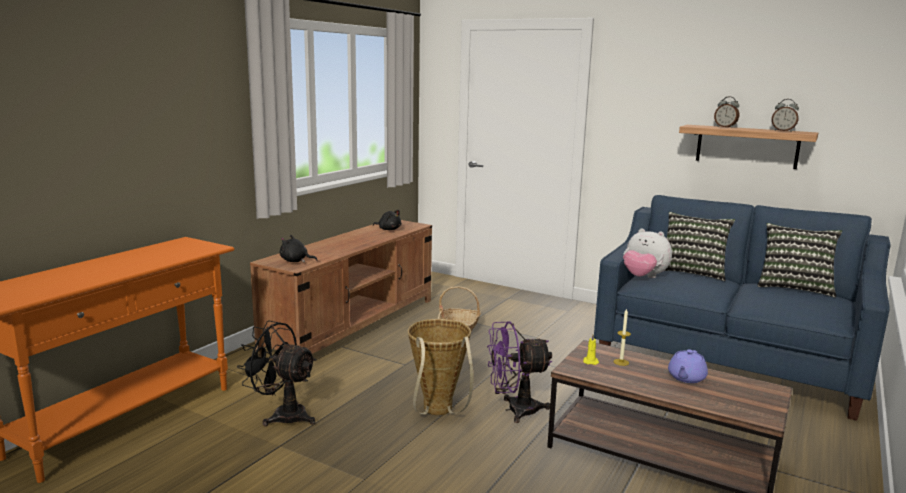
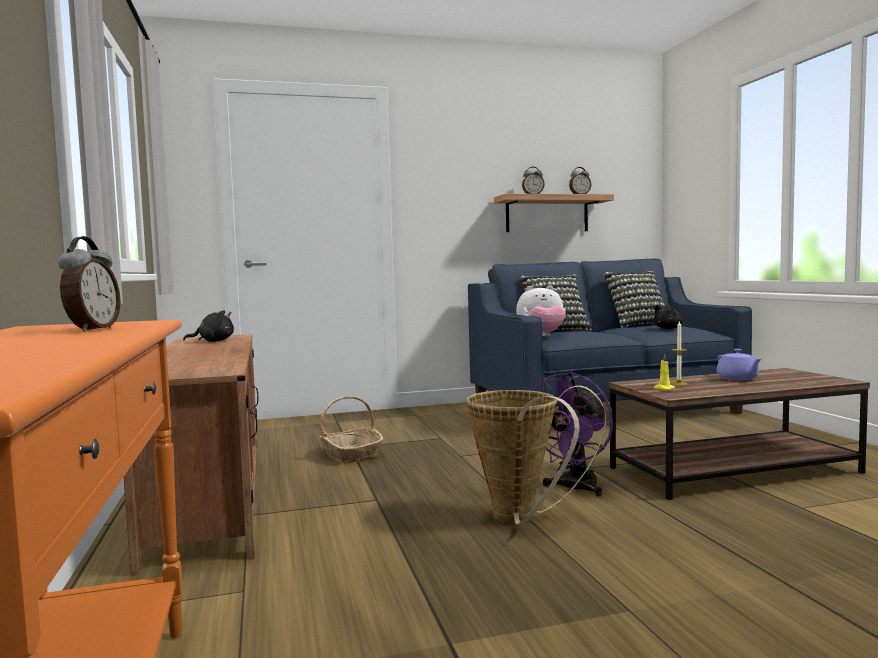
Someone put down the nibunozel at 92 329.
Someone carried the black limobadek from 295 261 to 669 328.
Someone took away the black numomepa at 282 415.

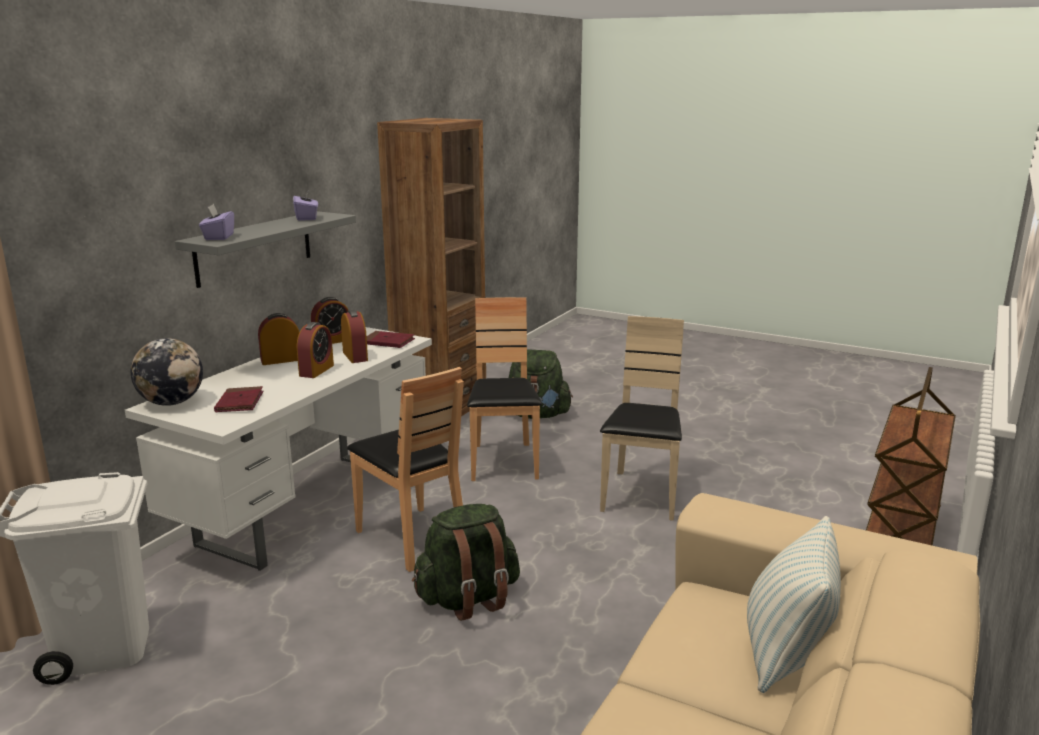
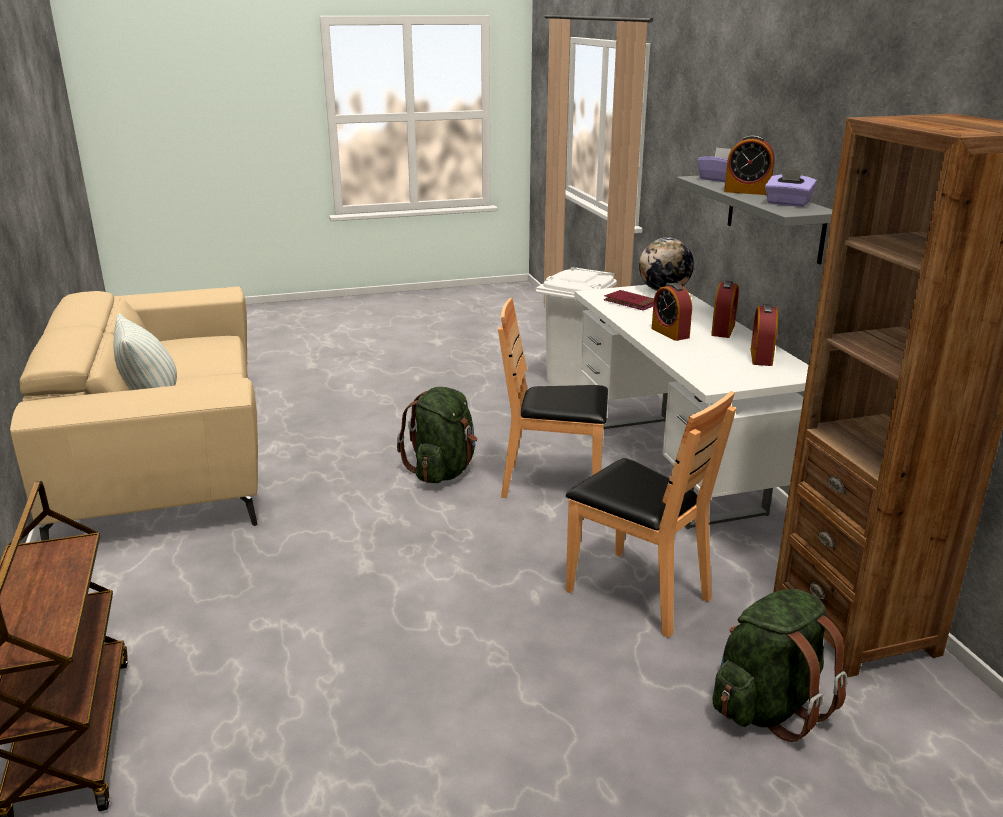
Someone carried the nibunozel from 355 356 to 747 192.
Someone took away the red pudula at 388 342.
Someone took away the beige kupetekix at 641 495.

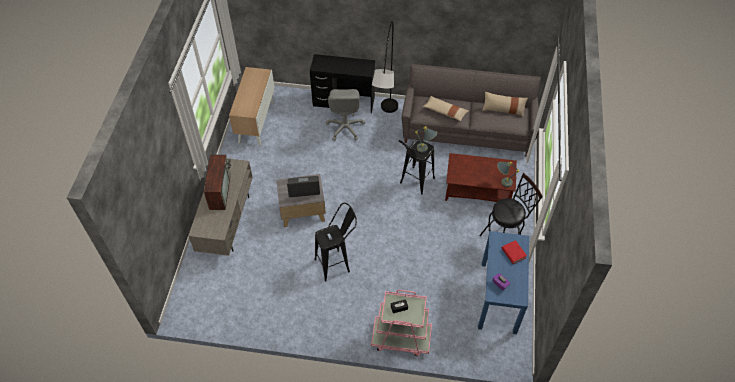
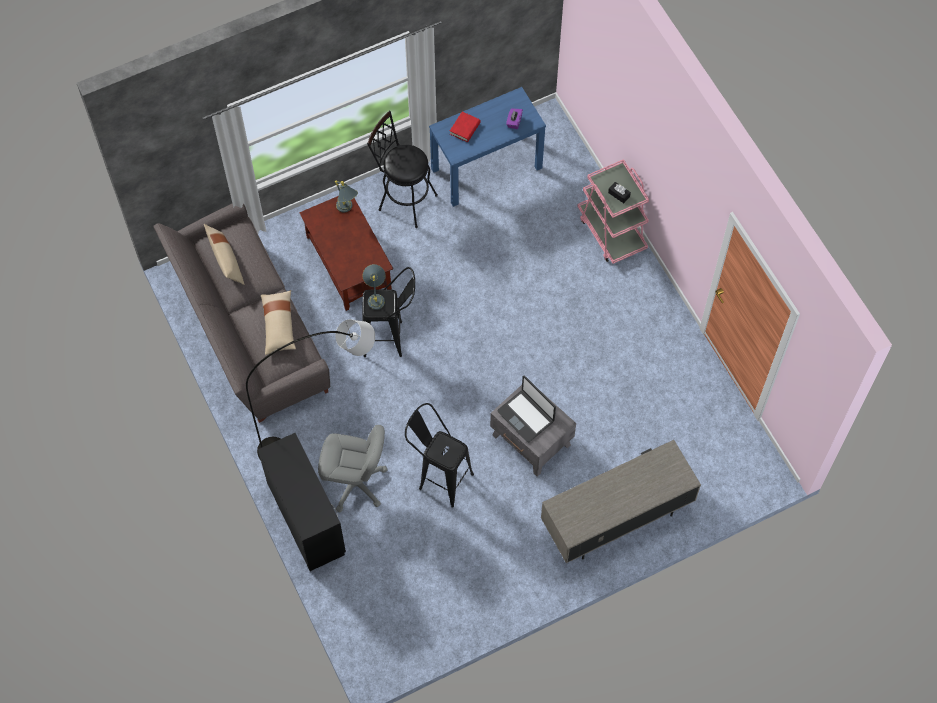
Someone rotated the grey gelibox at 345 128 by 45 degrees clockwise.
Someone carried the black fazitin from 337 263 to 439 477.
Someone took away the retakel at 220 190.
Someone took away the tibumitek at 256 121.

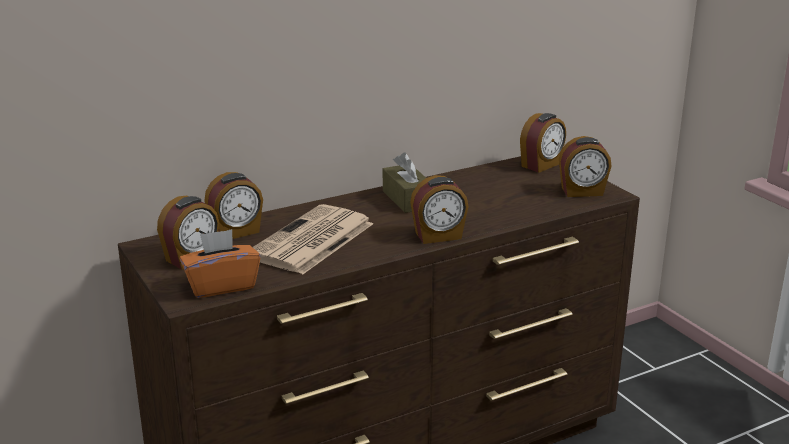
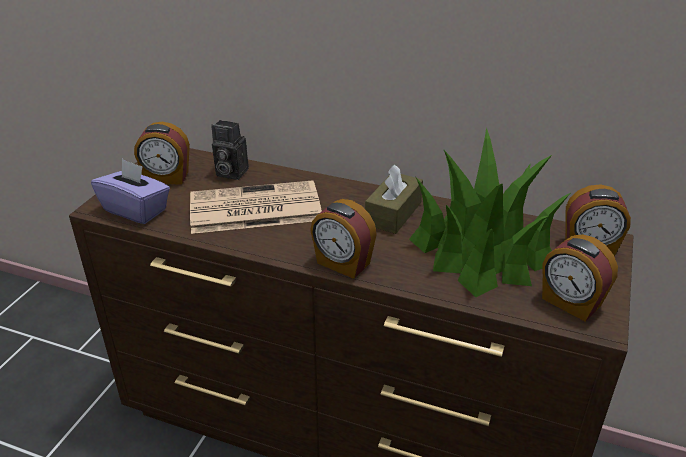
Someone repainted the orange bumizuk at 221 285, which became the purple bumizuk at 136 210.
Someone swapped the nibunozel at 236 232 for the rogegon at 229 173.
Someone put down the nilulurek at 481 250.

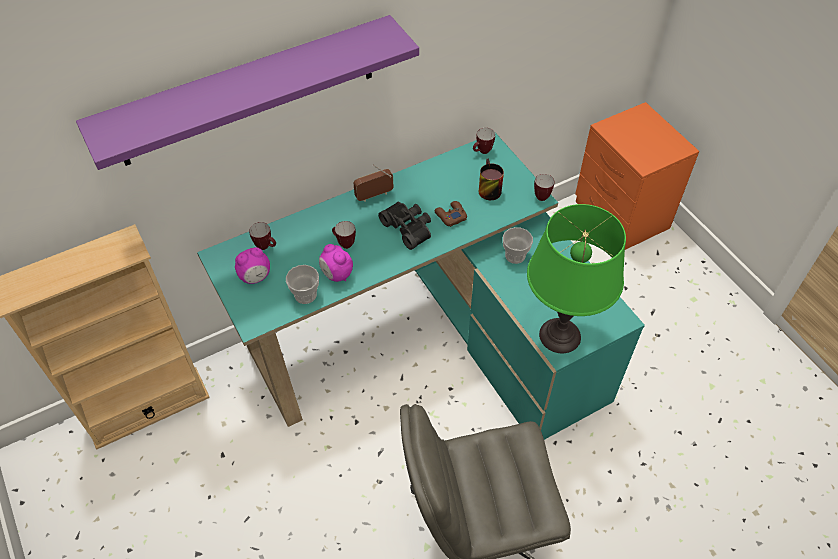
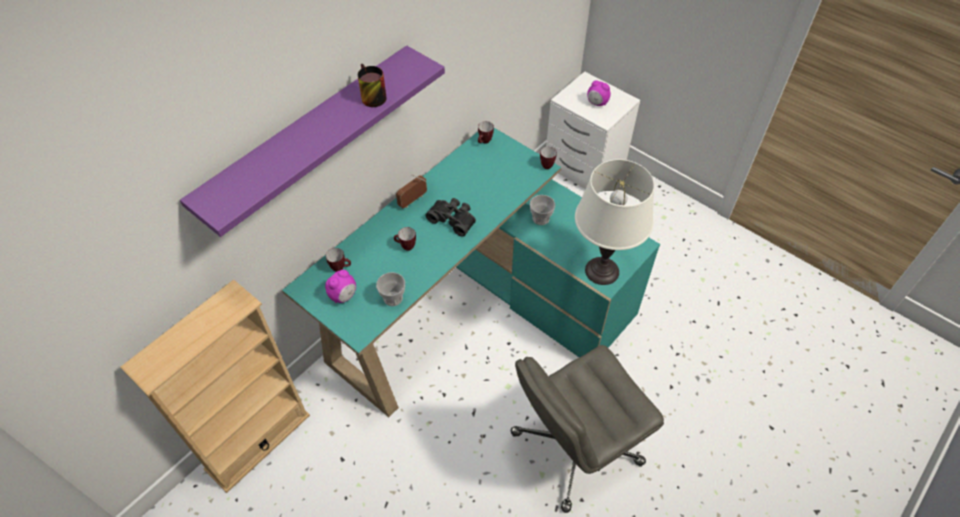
Someone carried the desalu from 487 188 to 370 96.
Someone repainted the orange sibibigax at 621 216, which became the white sibibigax at 585 168.
Someone repainted the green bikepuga at 559 336, which became the white bikepuga at 602 271.
Someone carried the nibunozel from 336 275 to 597 103.
Someone took away the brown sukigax at 450 216.

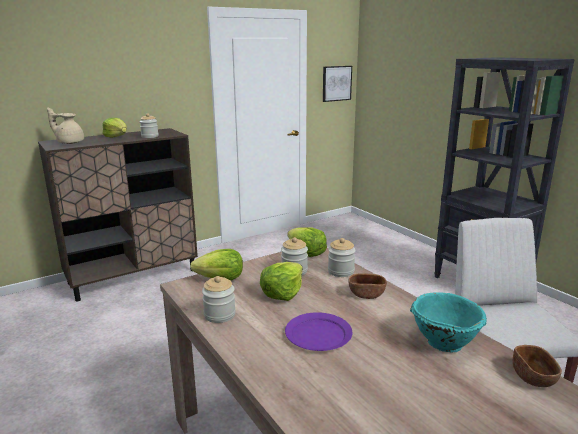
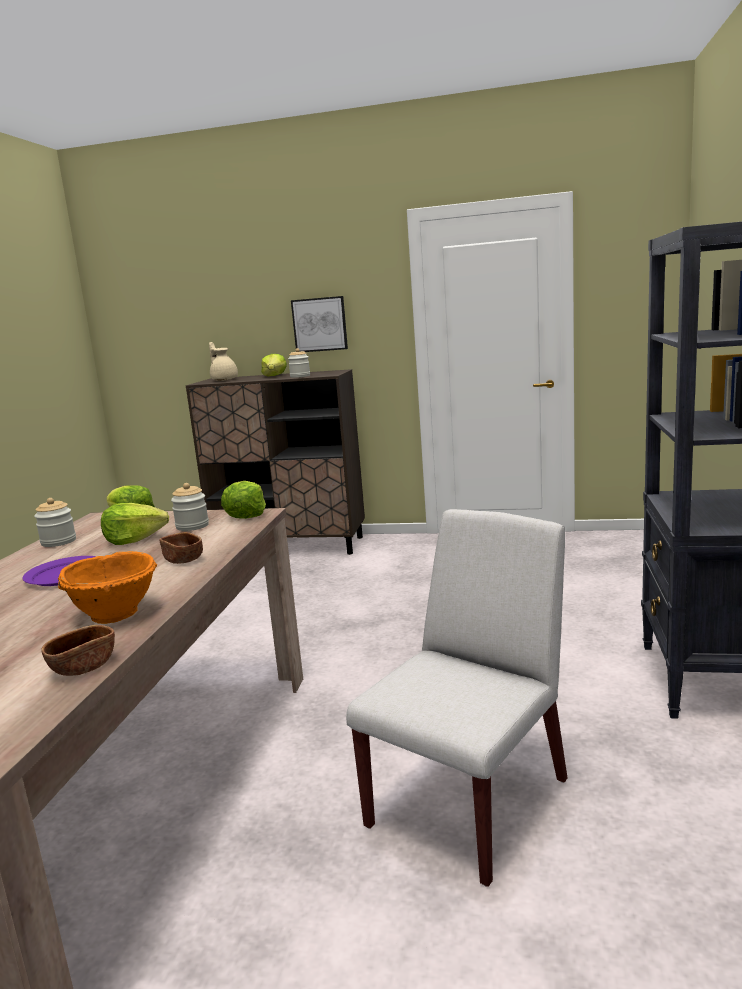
Someone repainted the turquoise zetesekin at 444 342, which became the orange zetesekin at 116 613.
Someone carried the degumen from 336 83 to 320 324.
Someone took away the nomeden at 341 271.

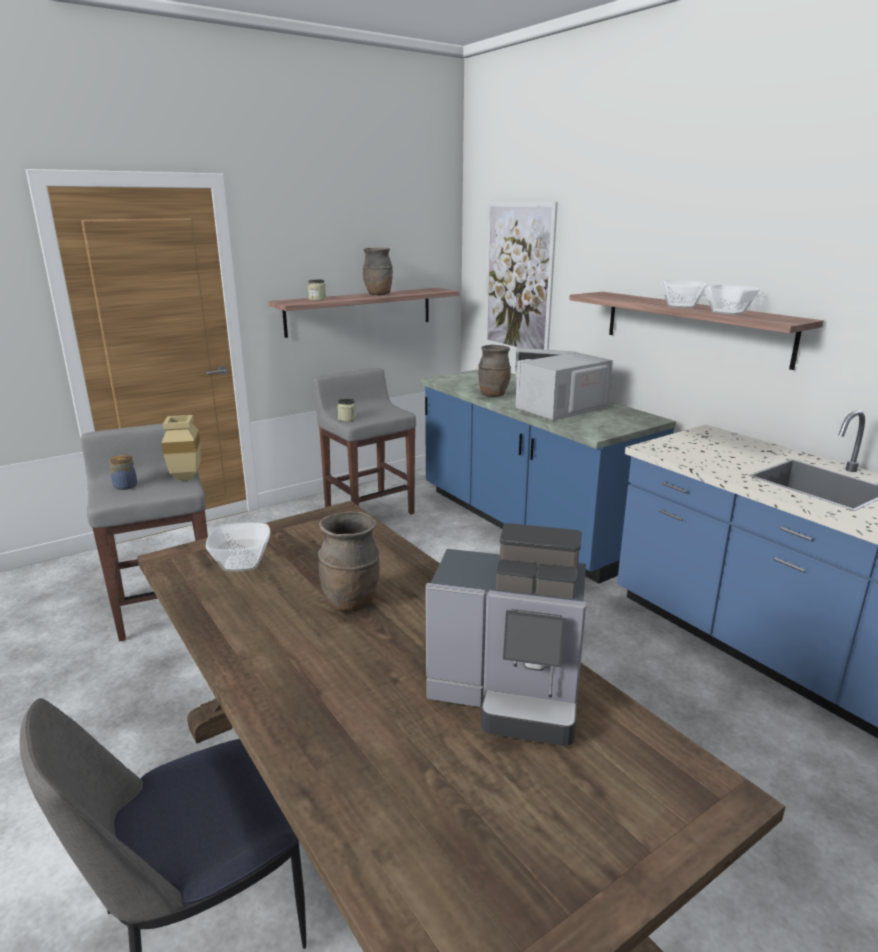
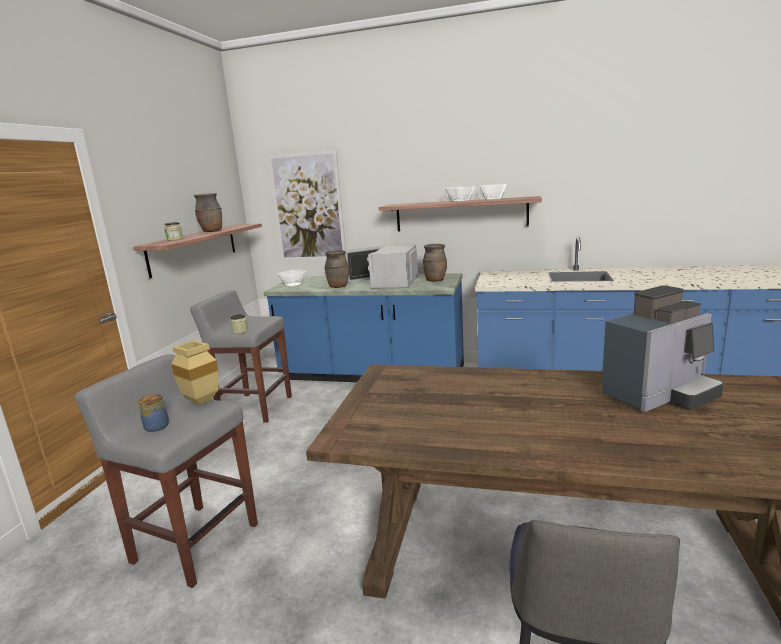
Someone carried the zetesekin from 242 564 to 293 285.
Someone carried the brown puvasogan from 352 603 to 435 280.

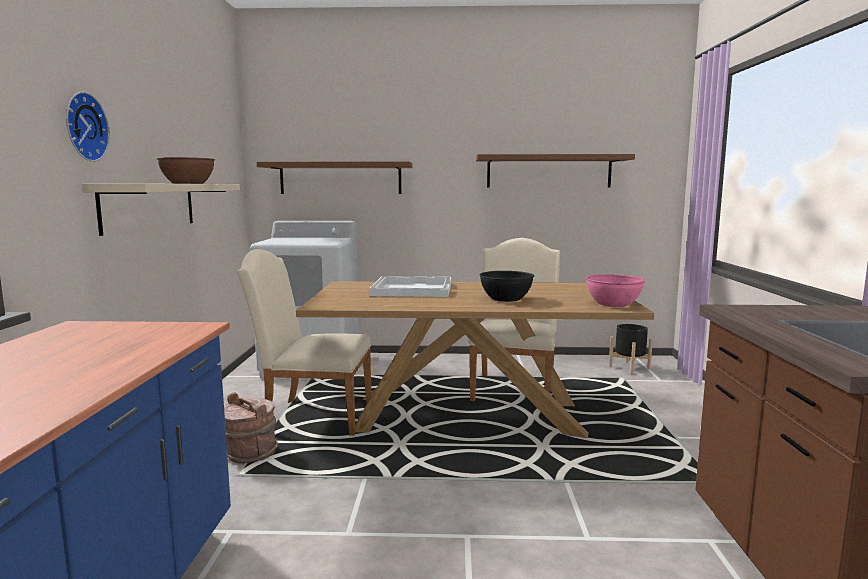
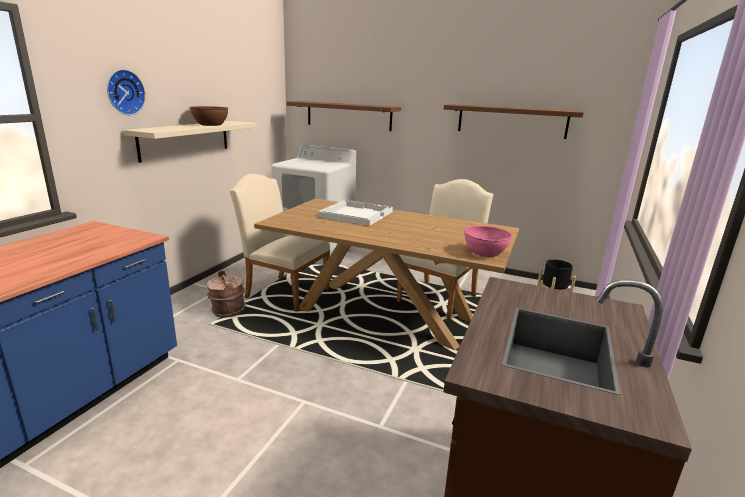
Someone took away the black zetesekin at 506 299.

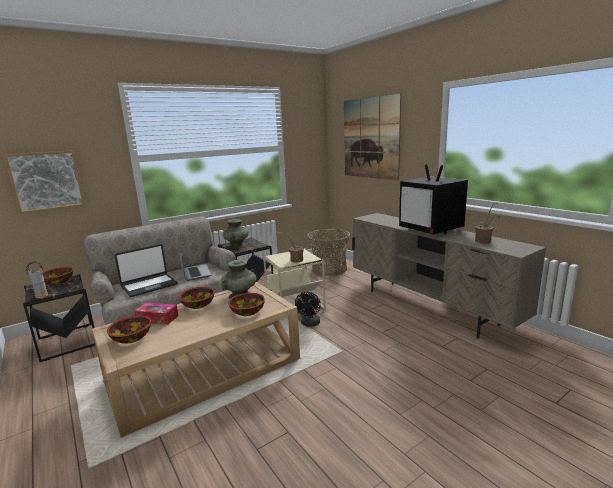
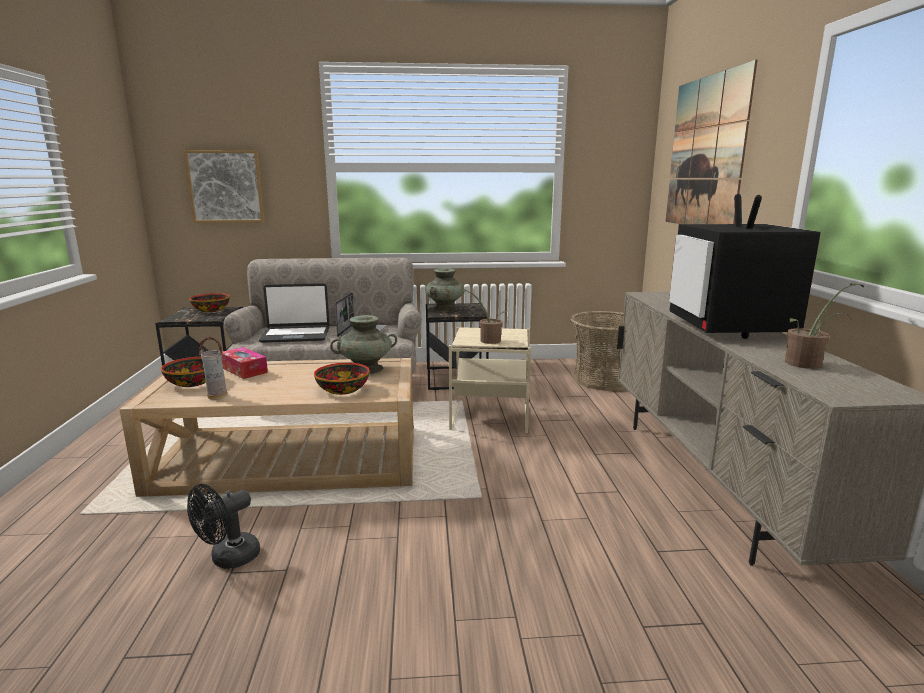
Someone carried the black numomepa from 310 324 to 228 559.
Someone carried the puvasogan from 41 296 to 217 396.
Someone took away the zetesekin at 198 305.

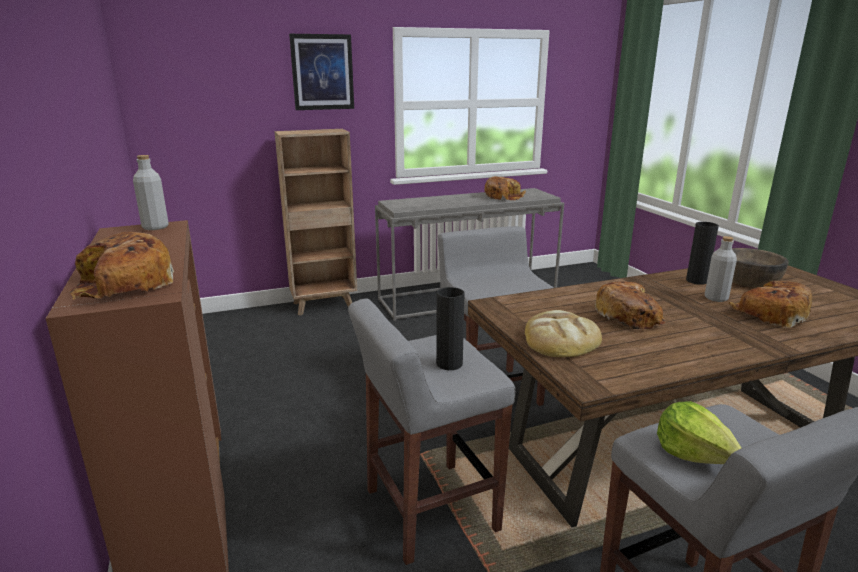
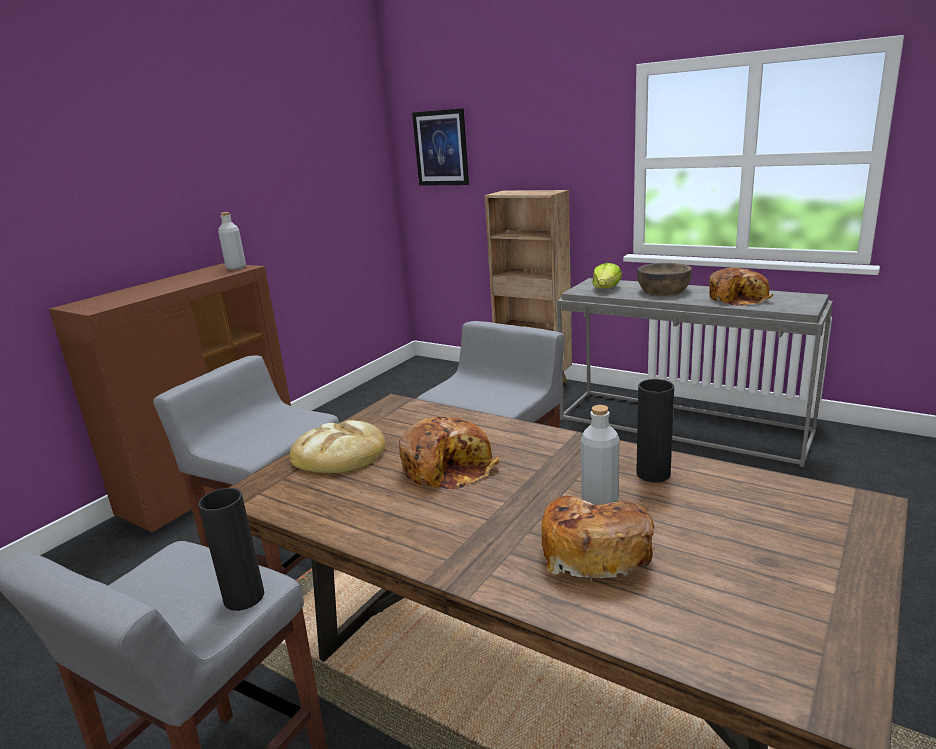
Someone carried the black puvasogan from 449 364 to 244 597.
Someone carried the degumen from 322 72 to 441 148.
Someone carried the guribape from 693 453 to 606 288.
Someone carried the brown zetesekin from 749 280 to 663 290.
Someone took away the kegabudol at 122 285.

